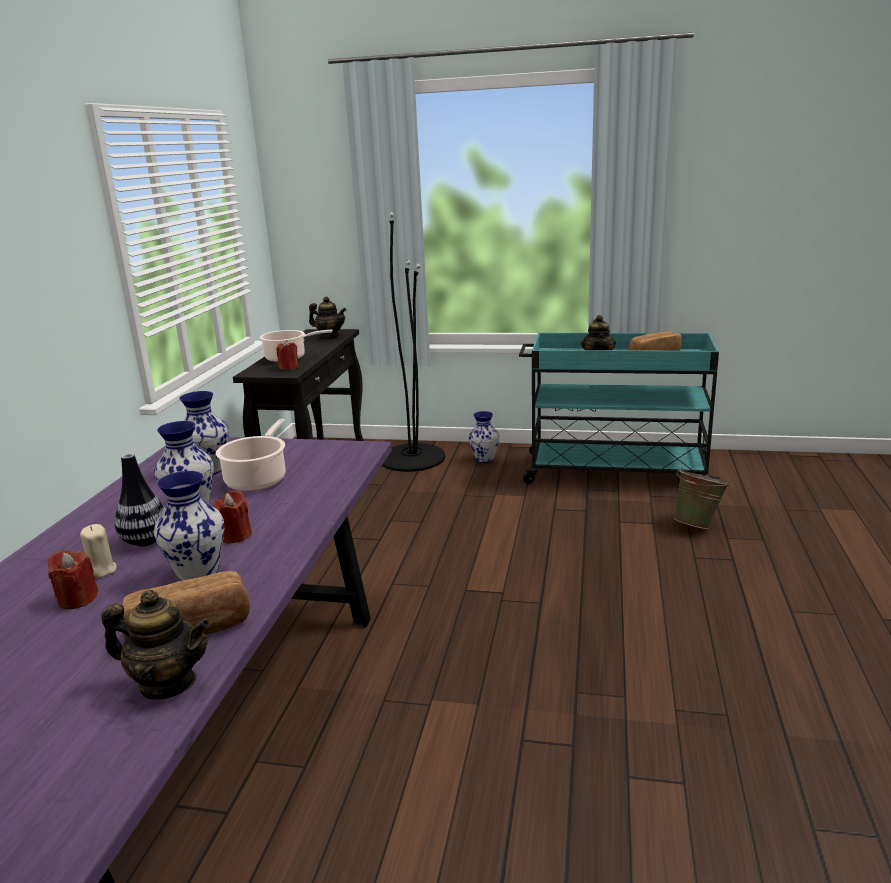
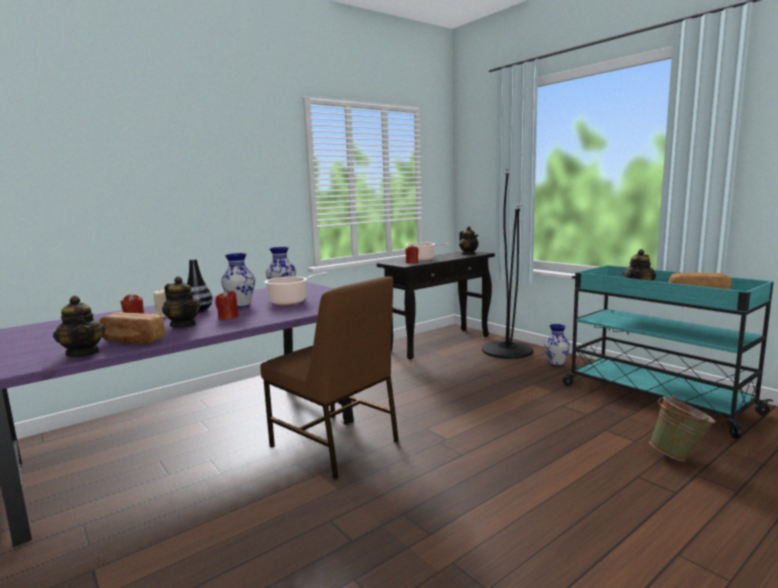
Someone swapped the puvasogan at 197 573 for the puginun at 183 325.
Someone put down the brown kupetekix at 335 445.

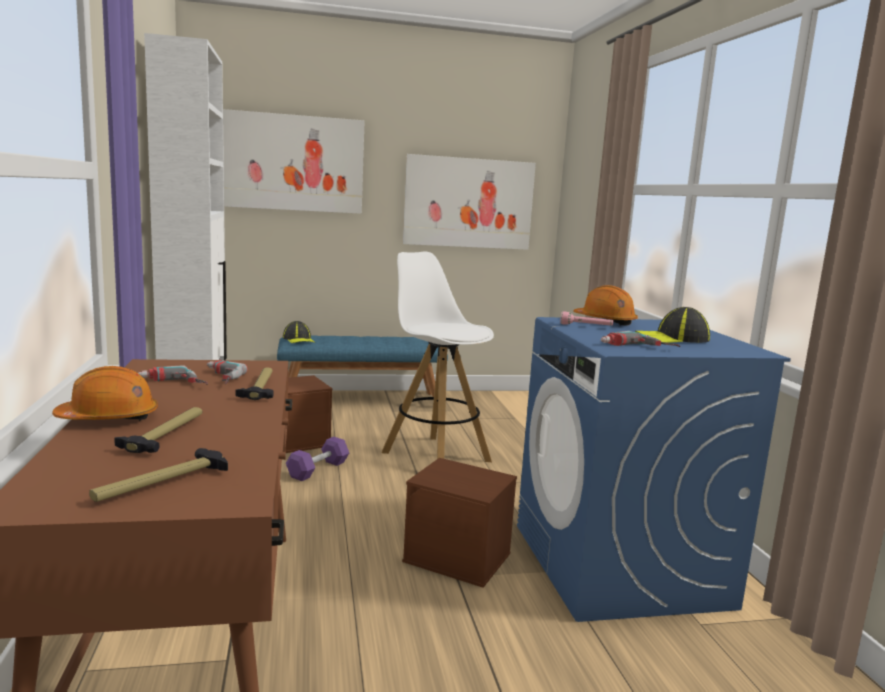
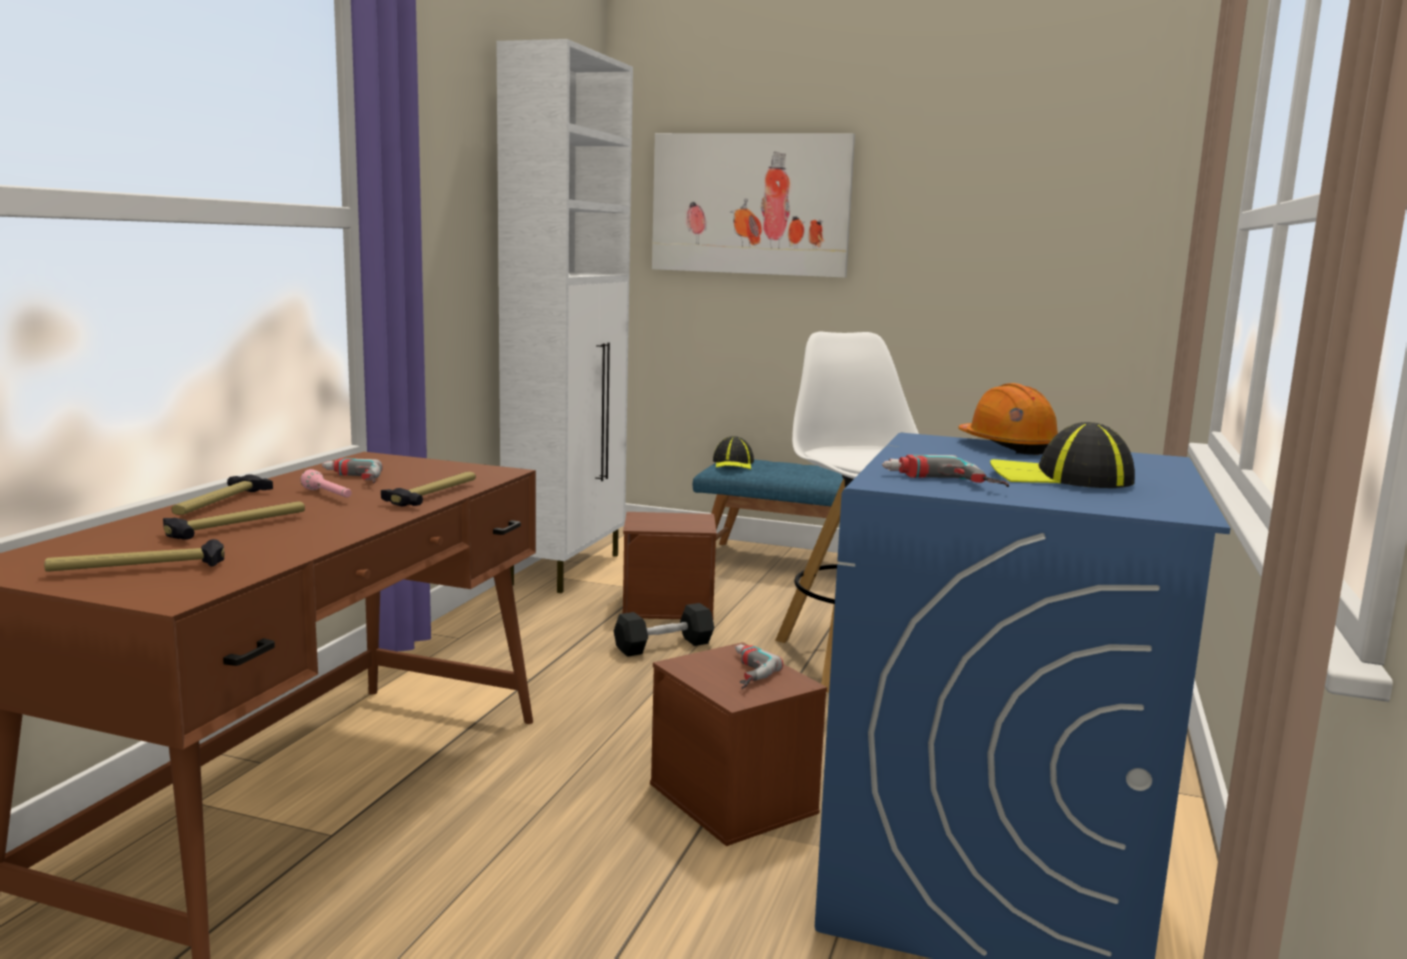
Someone swapped the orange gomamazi at 109 418 for the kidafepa at 220 504.
Someone carried the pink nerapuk from 586 326 to 328 496.
Someone repainted the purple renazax at 318 469, which became the black renazax at 664 646.
Someone carried the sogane from 217 378 to 740 673.
Someone took away the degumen at 468 203.

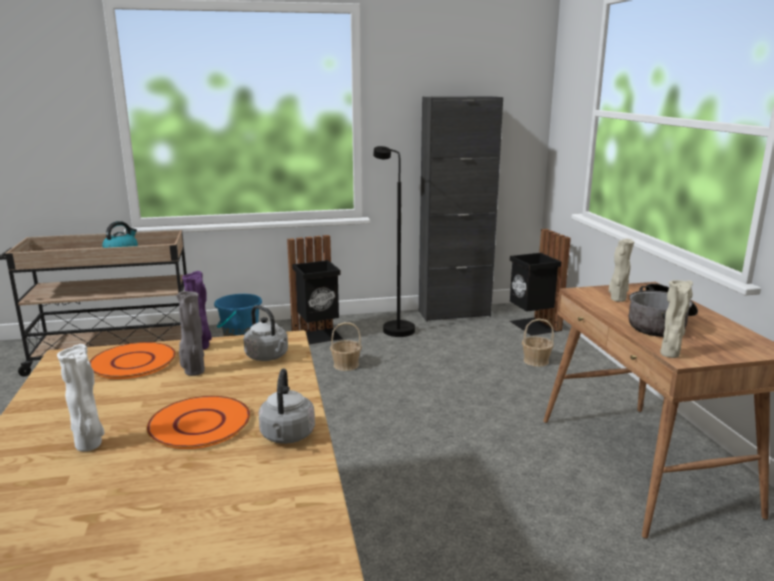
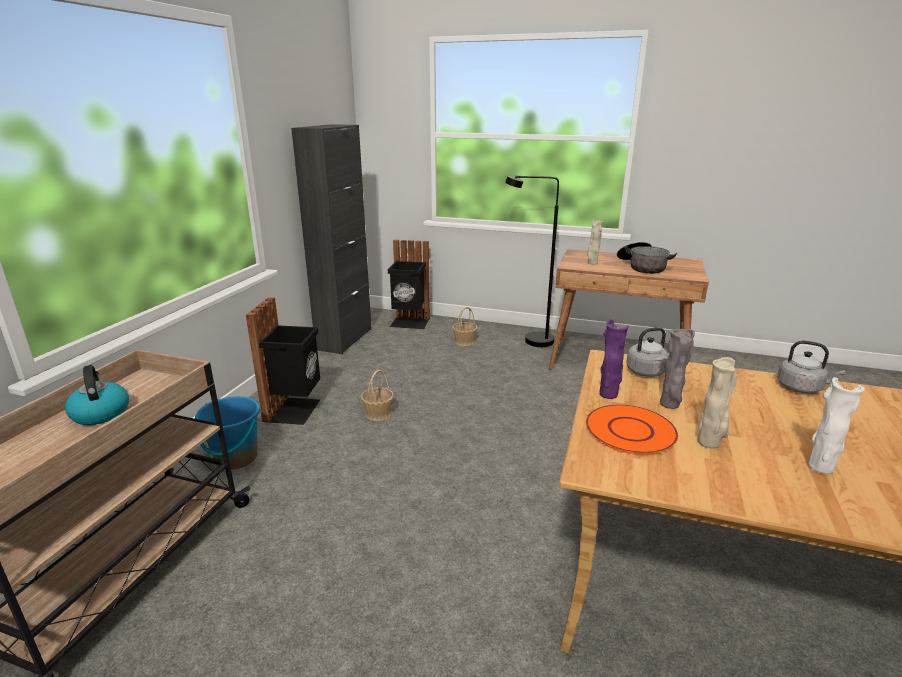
Someone carried the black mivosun from 394 327 to 530 341.
Someone carried the beige puvasogan from 670 355 to 709 443.
Someone took away the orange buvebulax at 200 424.

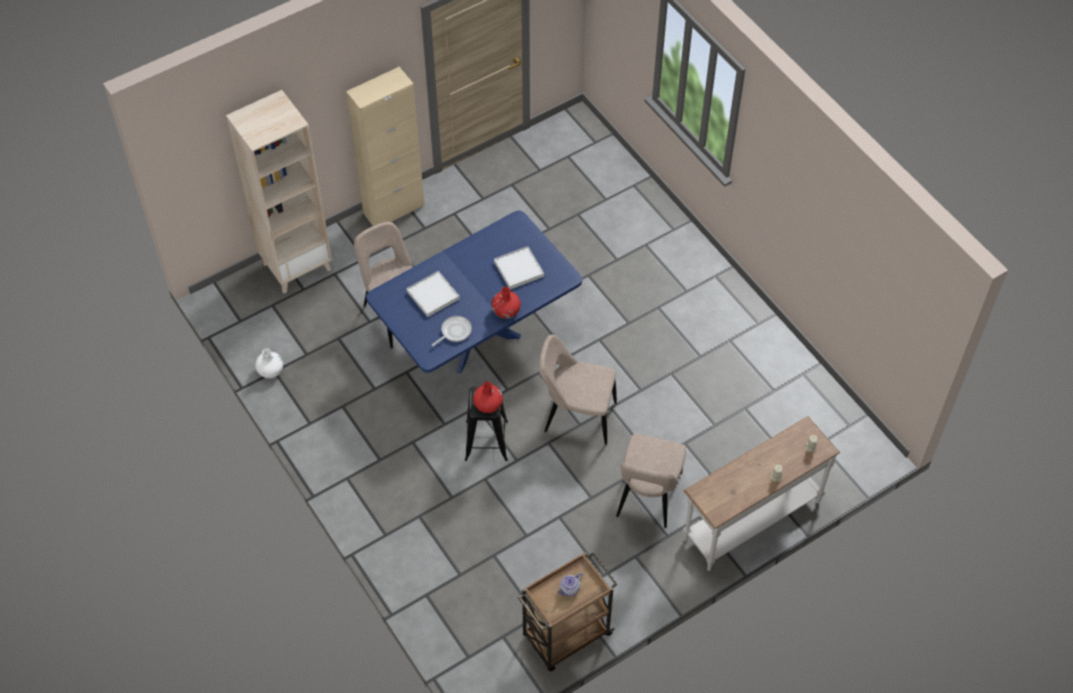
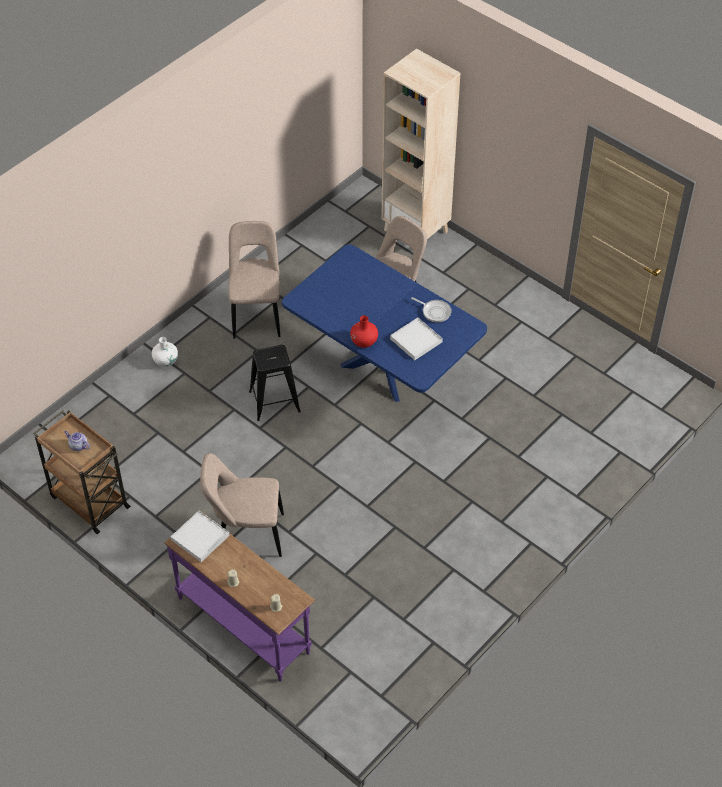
Someone carried the white puvasogan from 270 371 to 165 361.
Someone repainted the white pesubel at 751 519, which became the purple pesubel at 244 624.
Someone carried the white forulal from 433 295 to 200 537.
Someone carried the beige kupetekix from 576 417 to 257 314.
Someone carried the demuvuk from 454 331 to 435 312.
Someone took away the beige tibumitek at 393 209.
Someone took away the red puvasogan at 488 405.

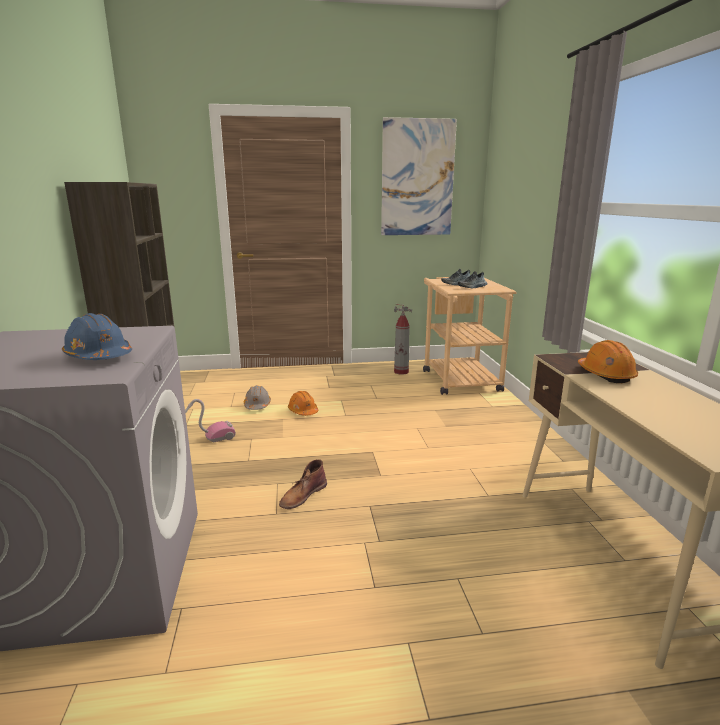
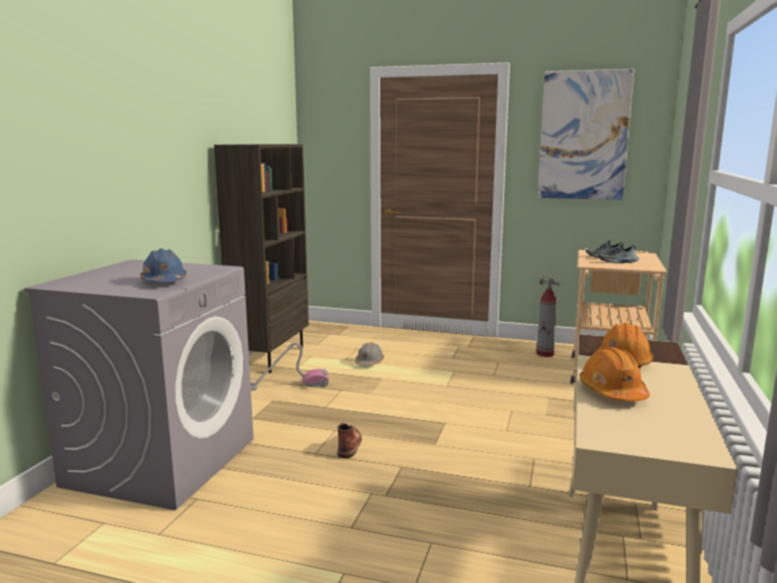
Someone rotated the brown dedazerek at 302 495 by 120 degrees clockwise.
Someone carried the orange gomamazi from 303 411 to 612 392.

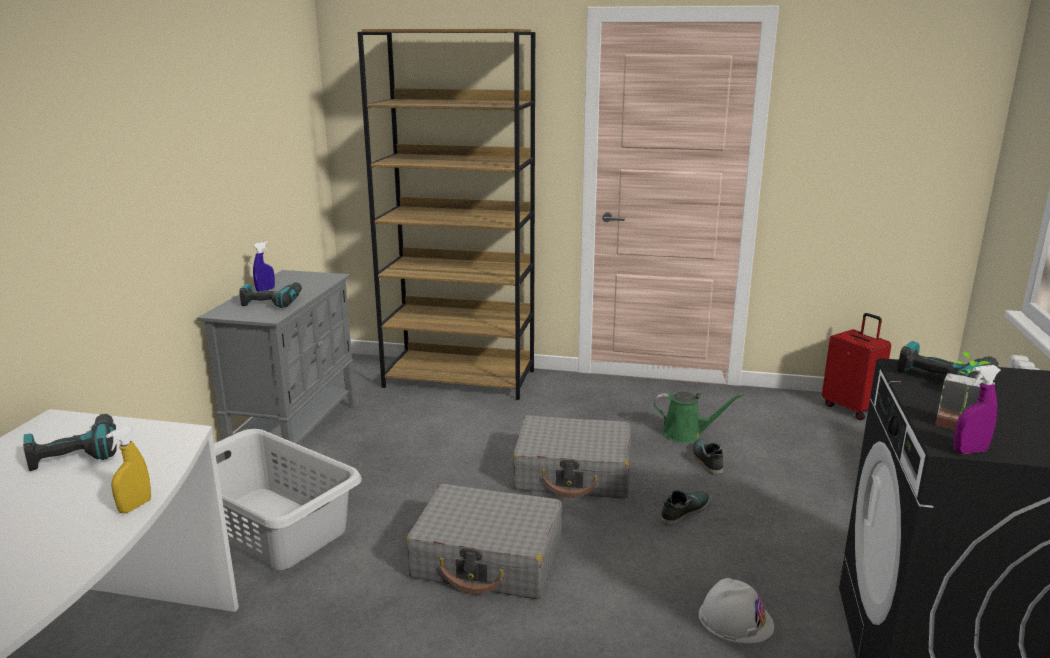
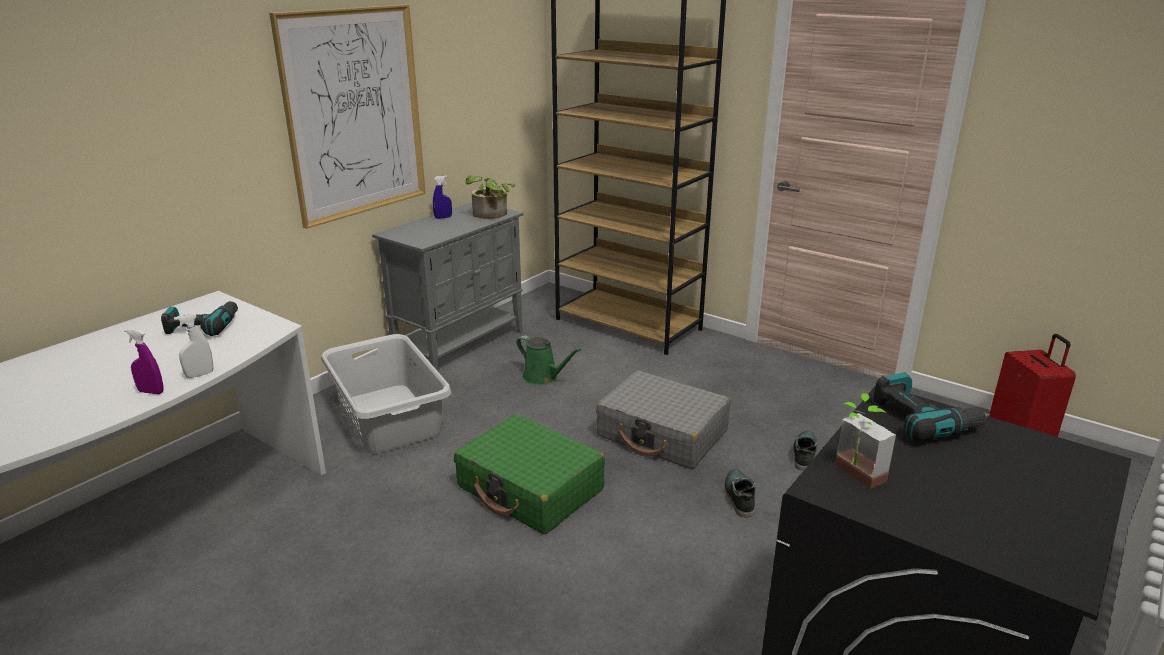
Someone carried the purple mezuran from 969 451 to 151 392.
Someone repainted the yellow mezuran at 135 506, which became the white mezuran at 200 374.
Someone put up the degumen at 355 114.
Someone repainted the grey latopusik at 488 559, which became the green latopusik at 530 489.
Someone put down the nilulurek at 490 215.
Someone carried the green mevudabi from 686 434 to 543 377.
Someone rotated the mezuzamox at 684 511 by 75 degrees counterclockwise.
Someone took away the sogane at 272 302.
Someone took away the white gomamazi at 735 619.

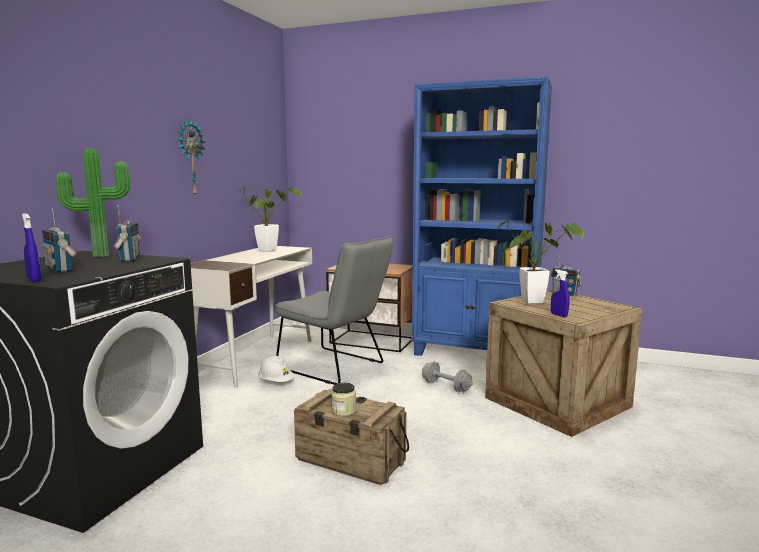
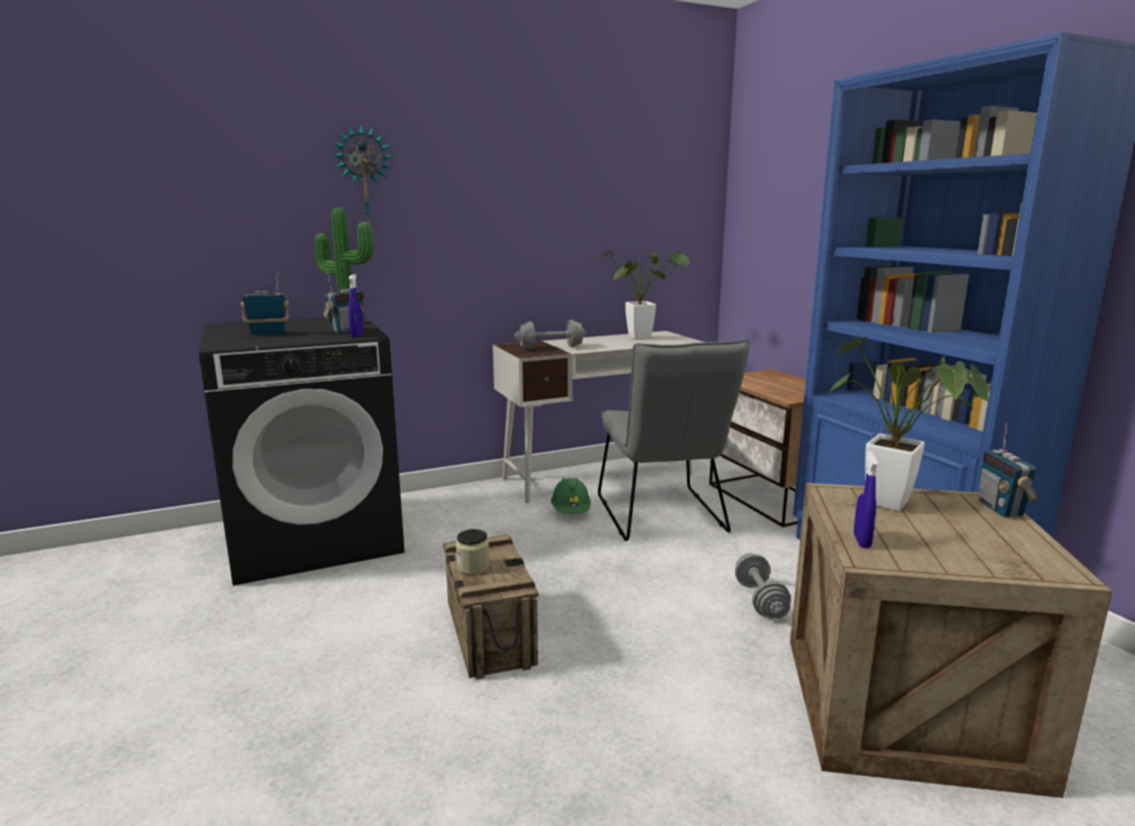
Someone rotated the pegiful at 60 270 by 75 degrees clockwise.
Someone carried the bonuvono from 190 158 to 364 181.
Someone carried the blue mezuran from 34 280 to 357 336.
Someone put down the grey renazax at 551 348.
Someone repainted the white gomamazi at 276 382, which became the green gomamazi at 571 512.

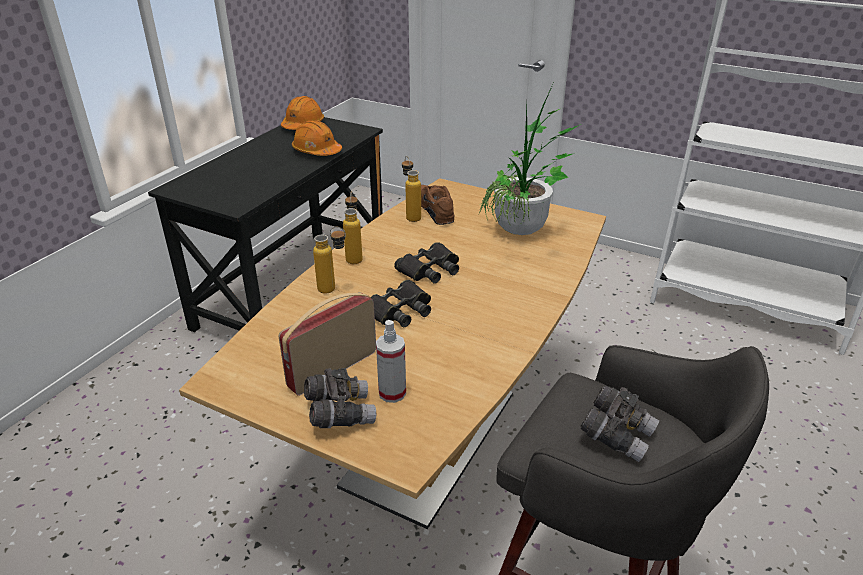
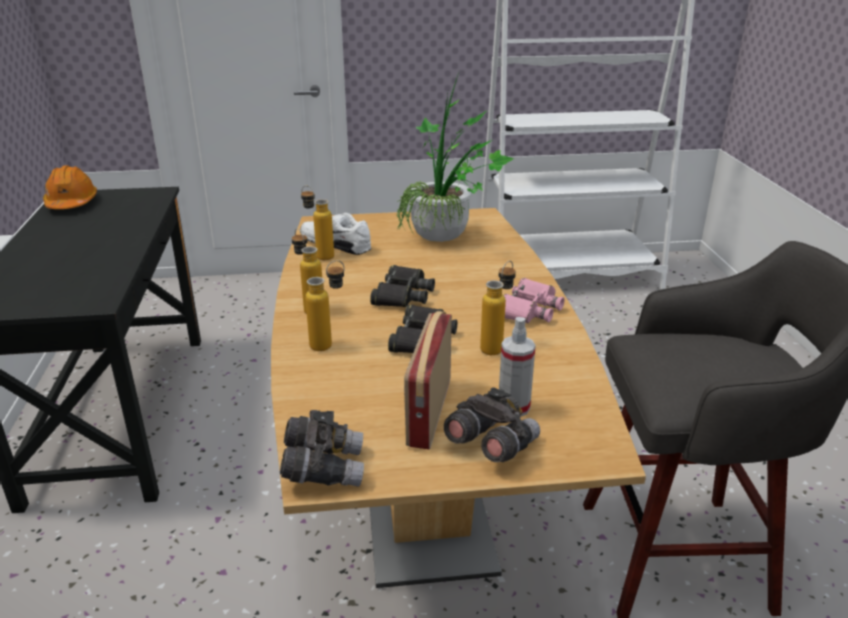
Someone carried the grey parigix from 616 435 to 323 468.
Someone repainted the brown mezuzamox at 435 210, which became the white mezuzamox at 336 244.
Someone put down the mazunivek at 496 346.
Someone put down the pink parigix at 528 309.
Someone took away the orange gomamazi at 317 151.

